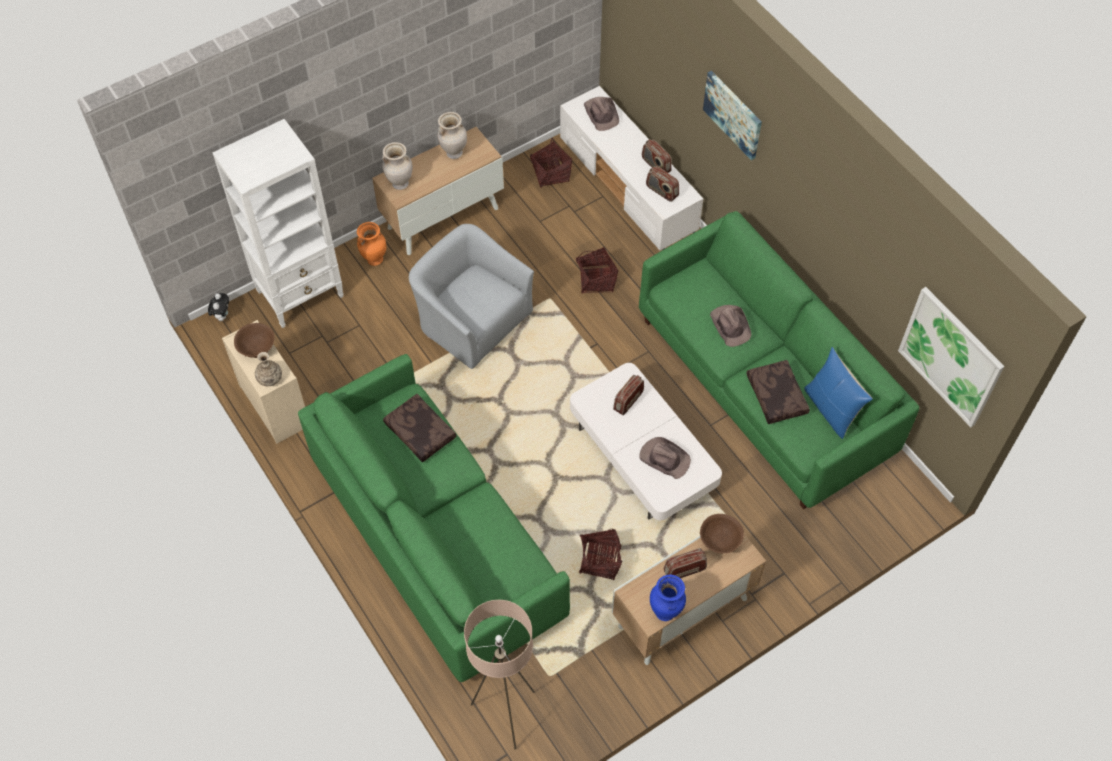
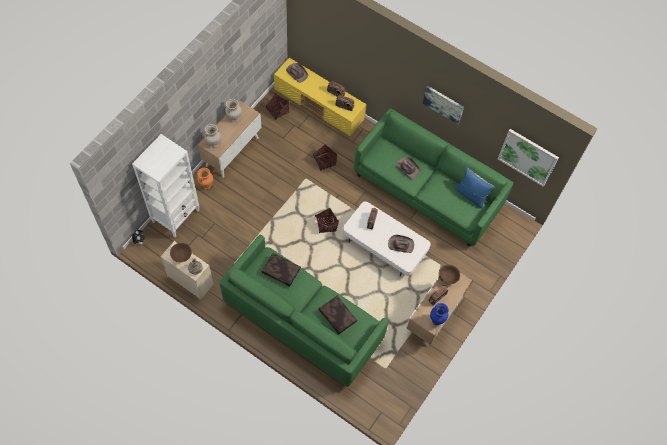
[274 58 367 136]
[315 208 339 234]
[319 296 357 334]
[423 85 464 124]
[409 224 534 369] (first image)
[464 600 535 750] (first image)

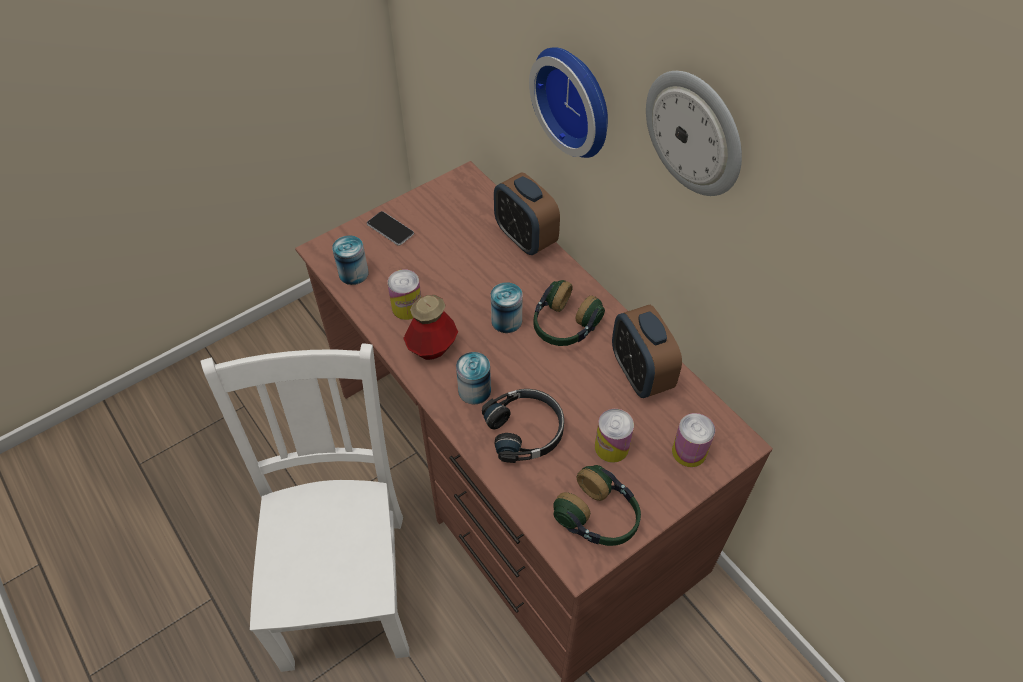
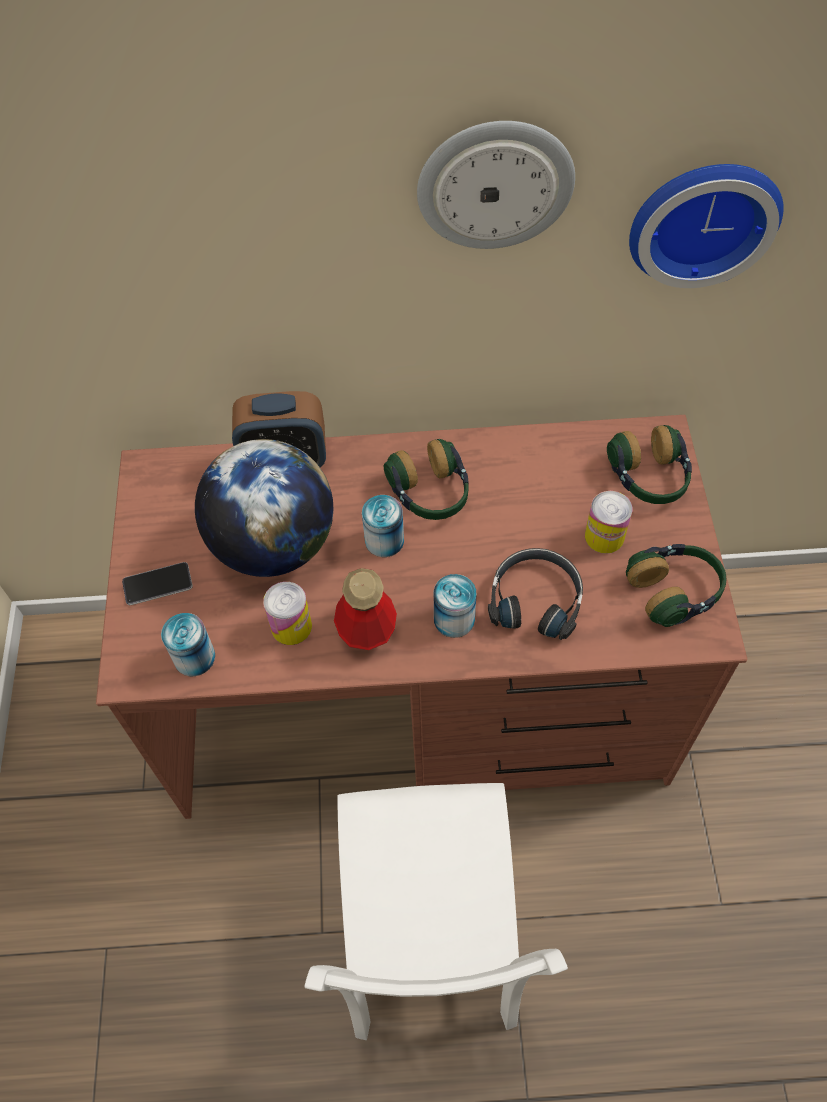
[195 439 333 577]
[304 783 568 1040]
[607 425 692 504]
[629 164 784 288]
[612 305 682 398] (first image)

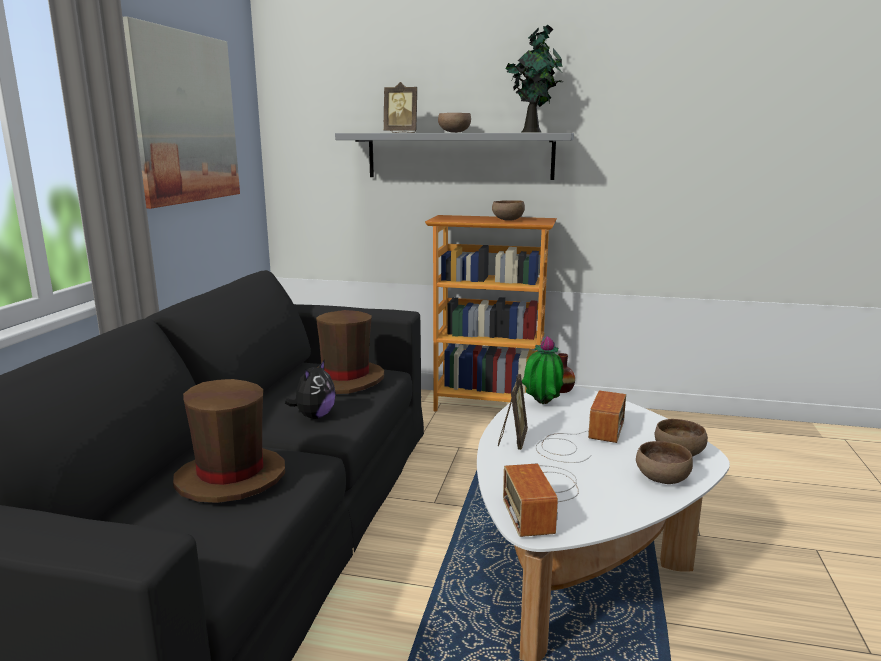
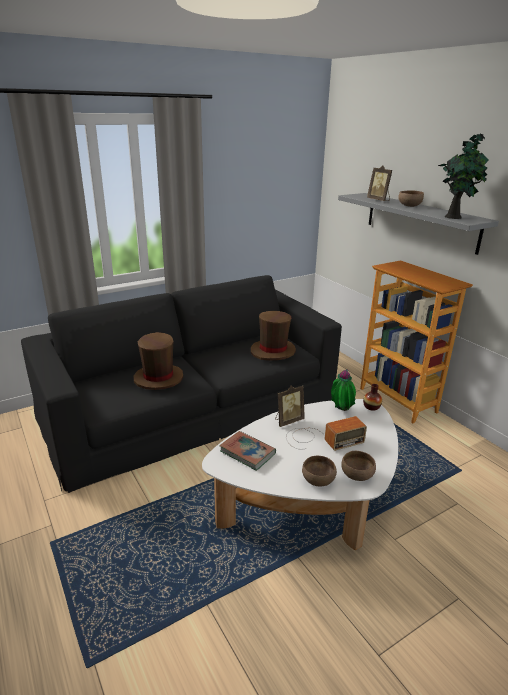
[219 431 276 471]
[123 16 240 209] (first image)
[285 359 336 419] (first image)
[492 200 525 221] (first image)

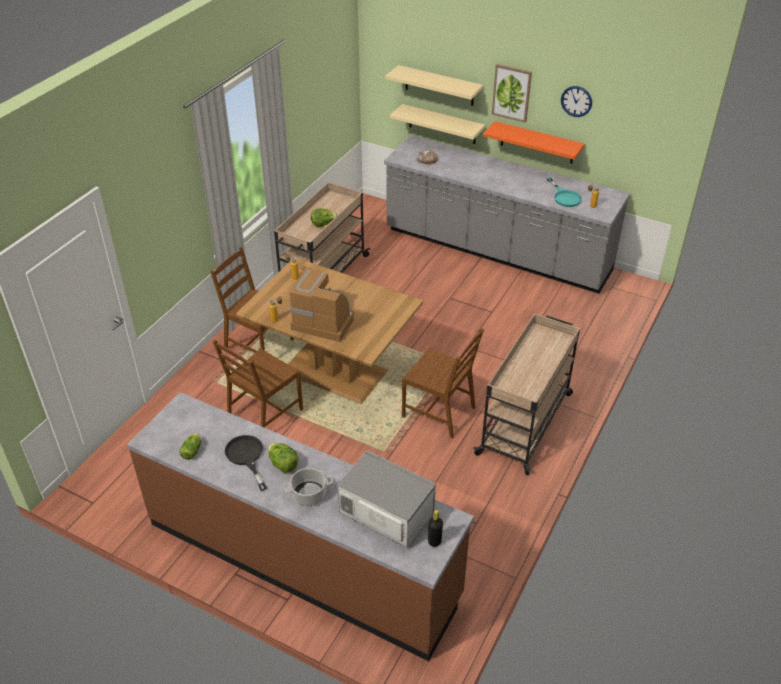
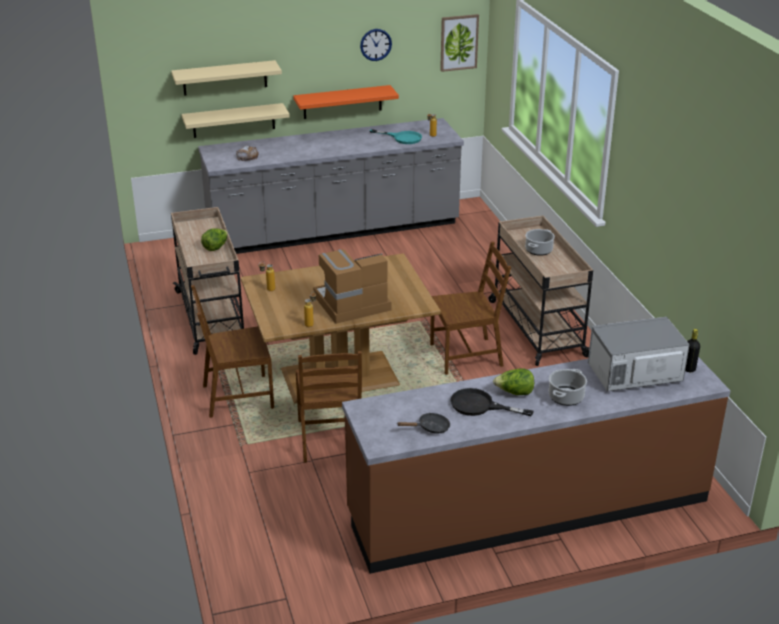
[397 413 450 434]
[440 14 479 72]
[525 229 555 256]

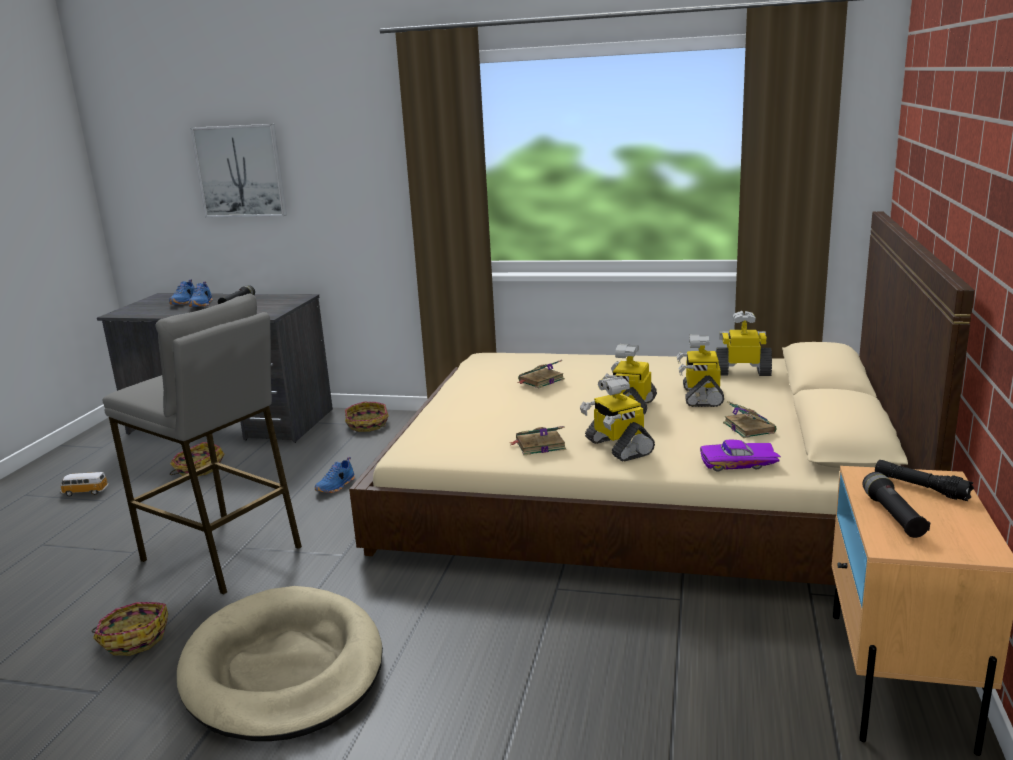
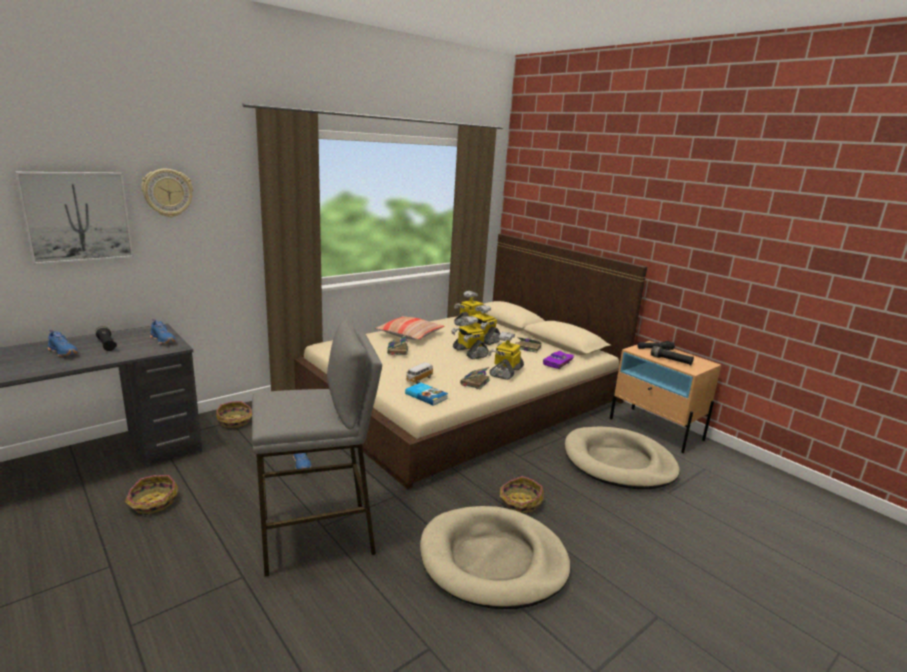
[141 169 193 217]
[150 319 176 344]
[375 316 444 340]
[405 382 448 406]
[406 362 433 384]
[488 332 524 380]
[500 476 544 513]
[564 426 680 489]

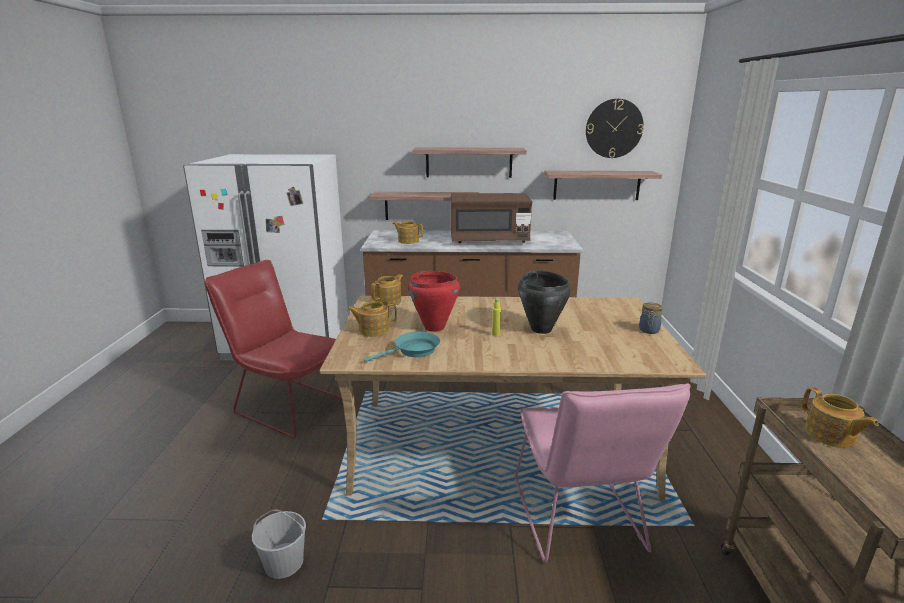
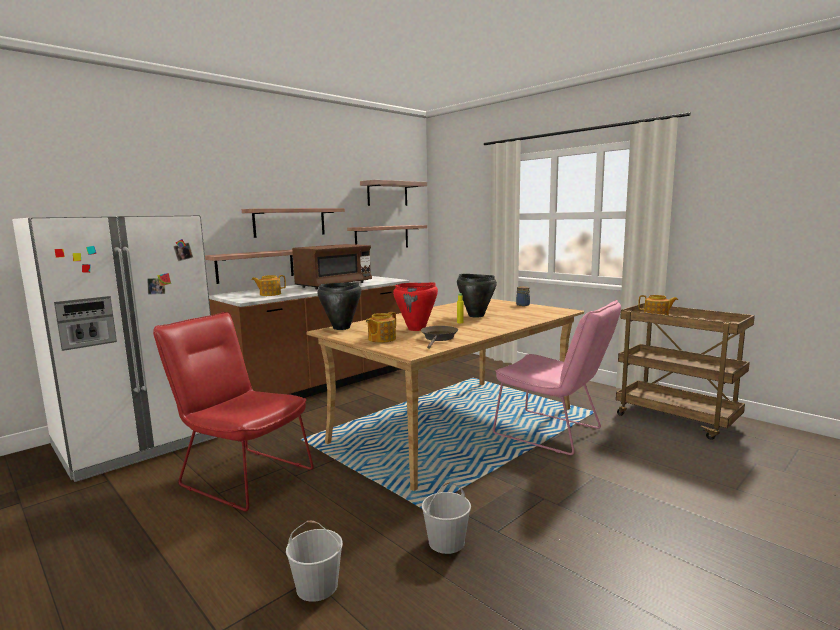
[153 312 314 511]
[286 521 343 602]
[317 282 361 330]
[360 180 427 206]
[421 326 458 349]

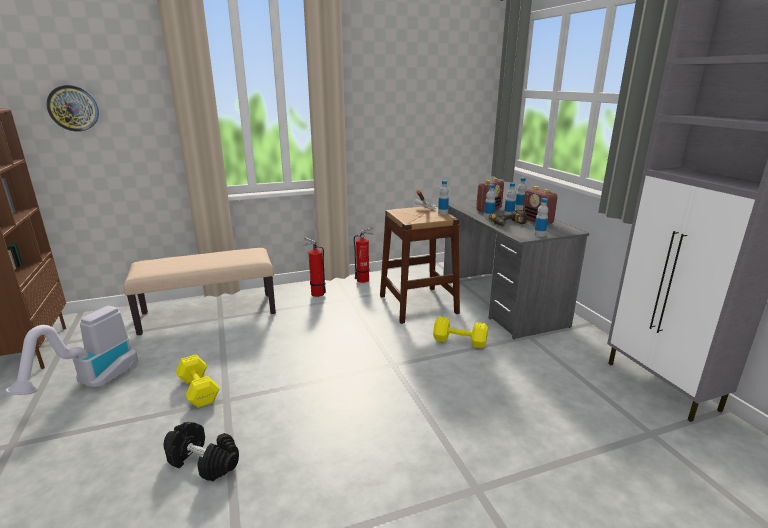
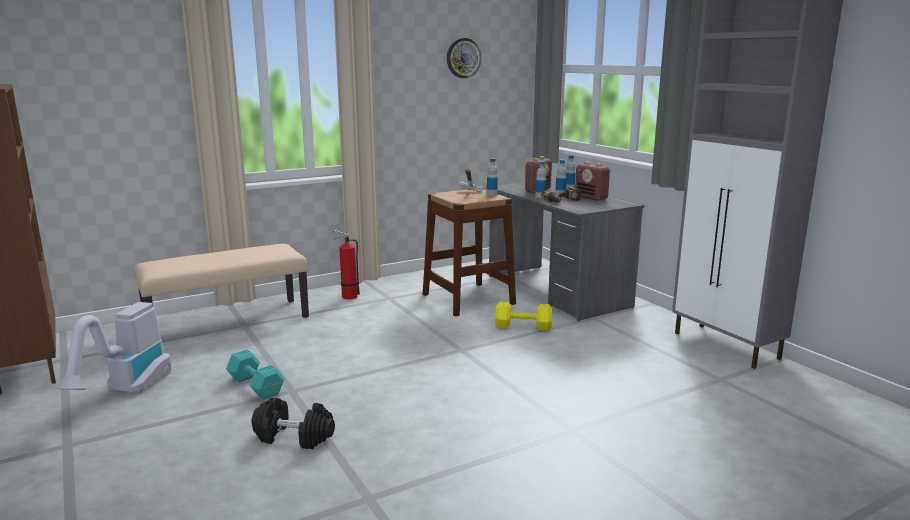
[226 349 285 399]
[447 38 481 78]
[354 227 374 283] (first image)
[534 198 548 237] (first image)

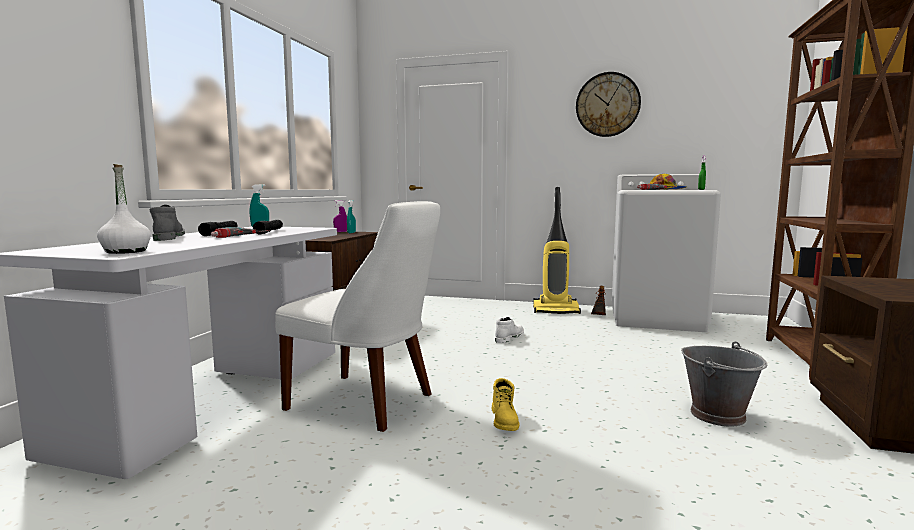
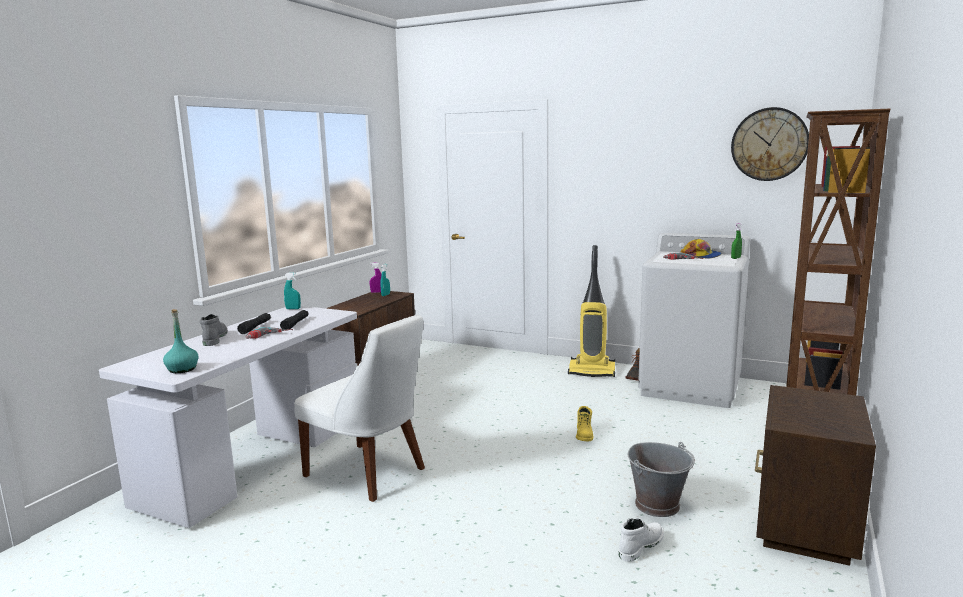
[163 309 199 373]
[576 406 594 442]
[619 518 664 562]
[731 107 809 181]

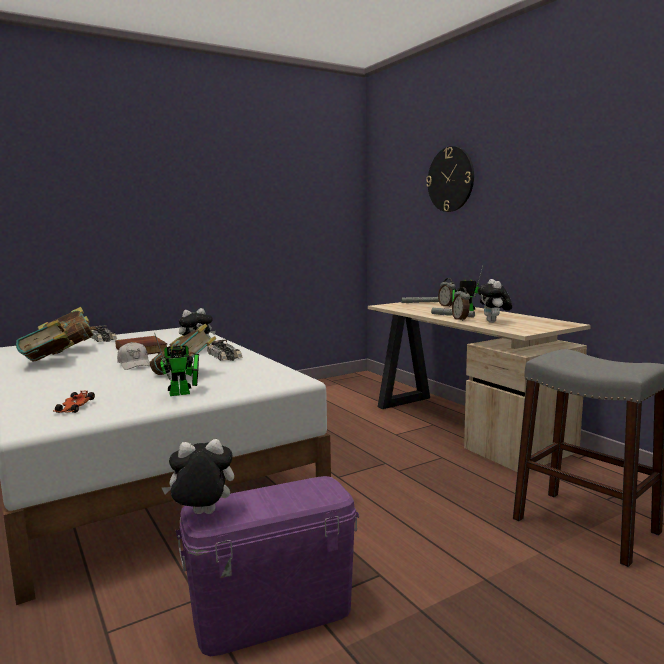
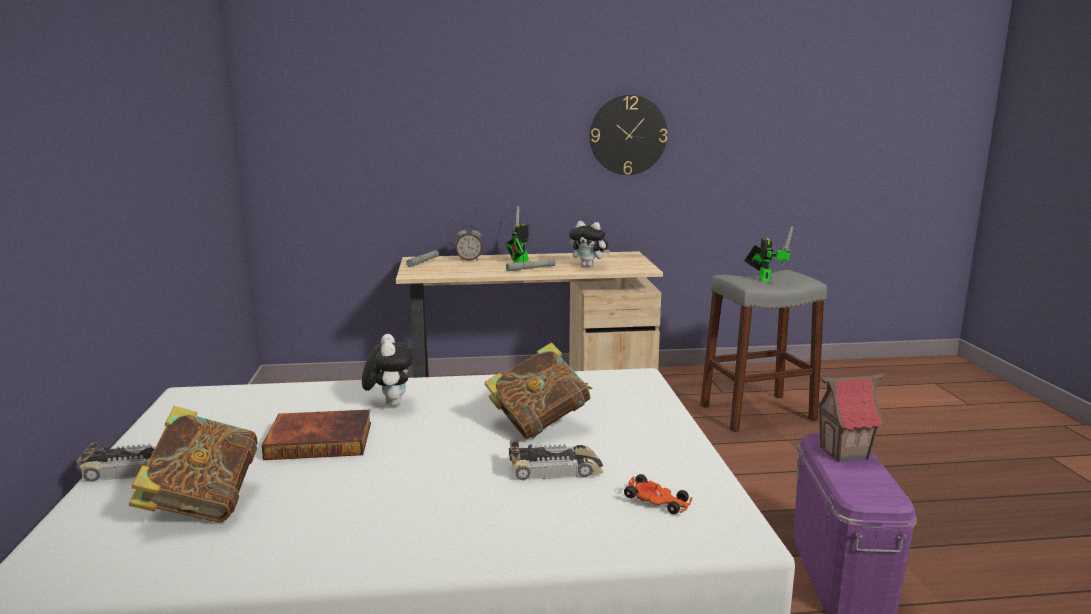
[509 441 603 480]
[590 95 667 175]
[744 226 794 282]
[814 373 885 462]
[16 320 74 361] (first image)
[117 342 150 370] (first image)
[162 439 234 514] (first image)
[452 287 470 321] (first image)

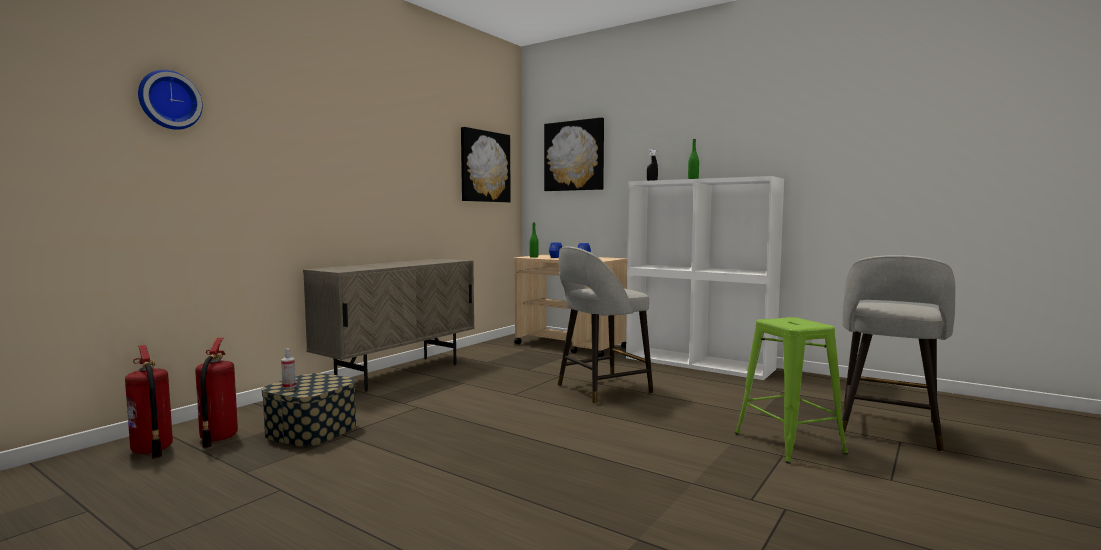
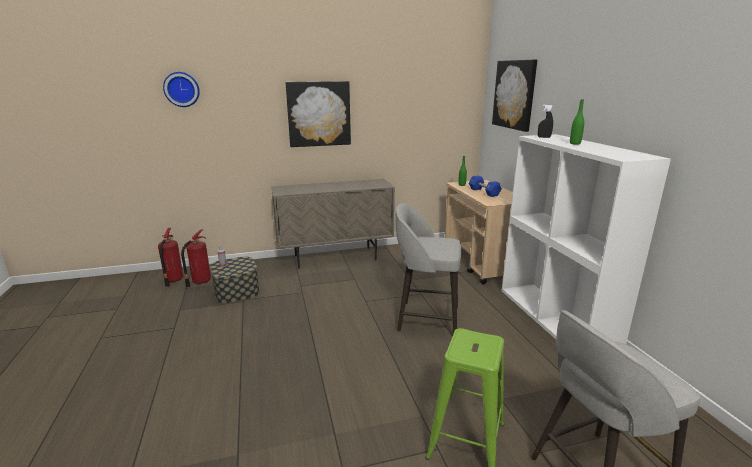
[286 81 351 147]

